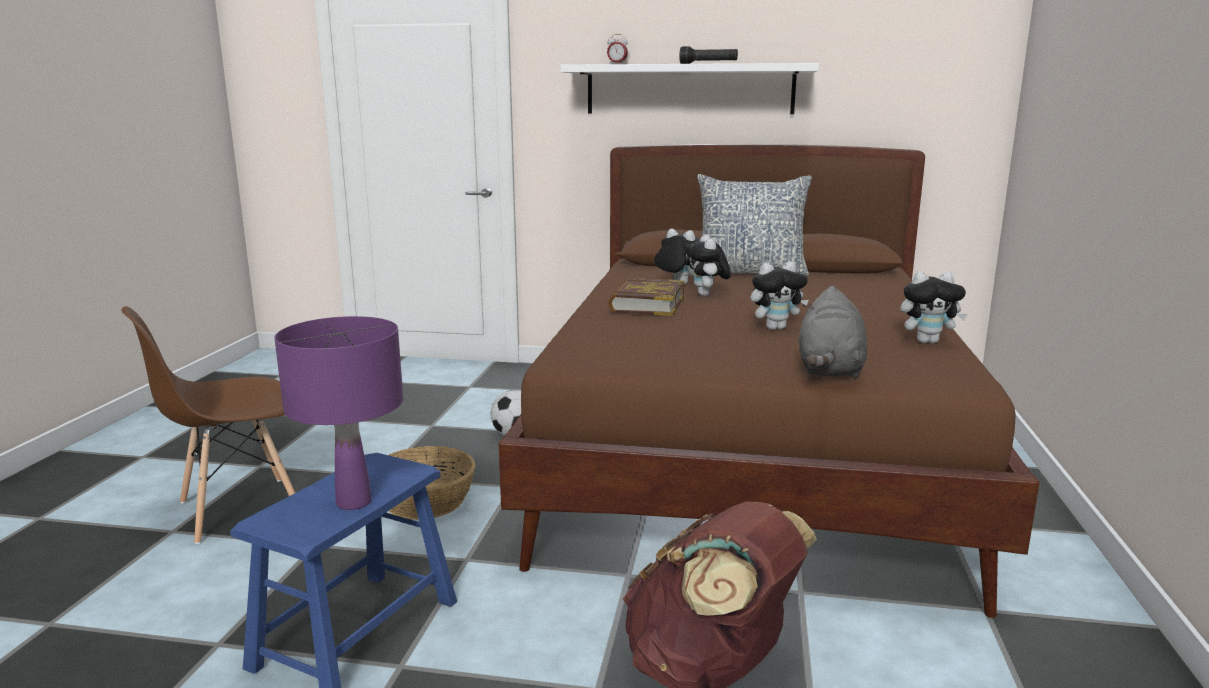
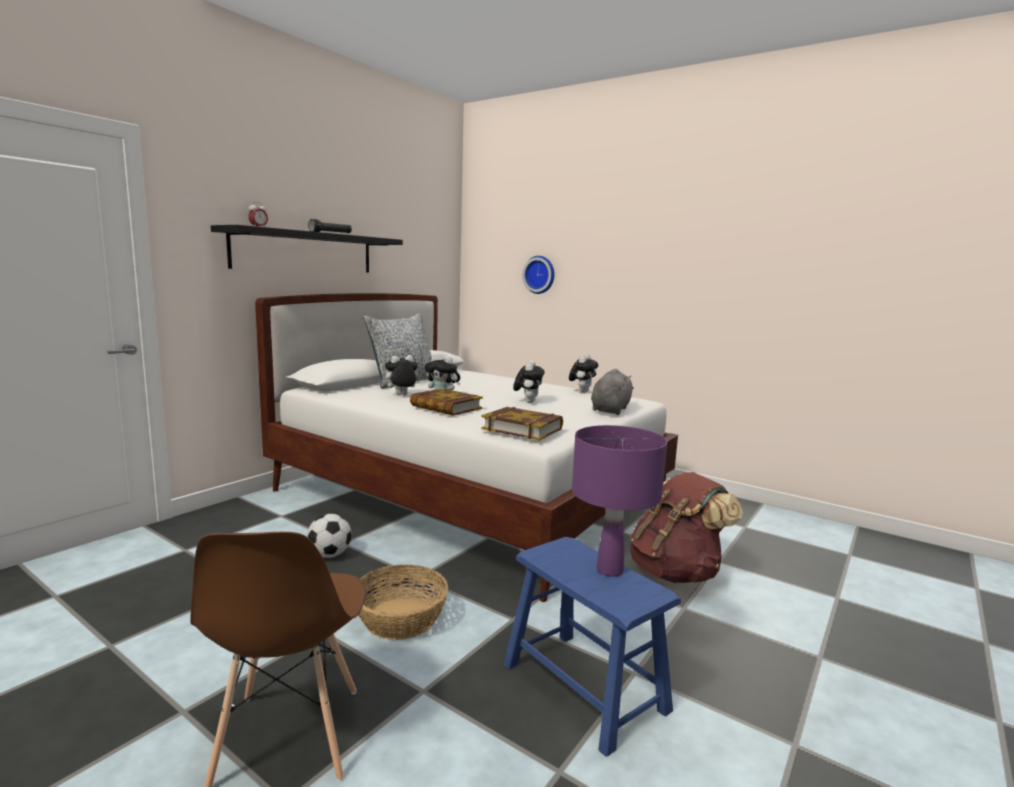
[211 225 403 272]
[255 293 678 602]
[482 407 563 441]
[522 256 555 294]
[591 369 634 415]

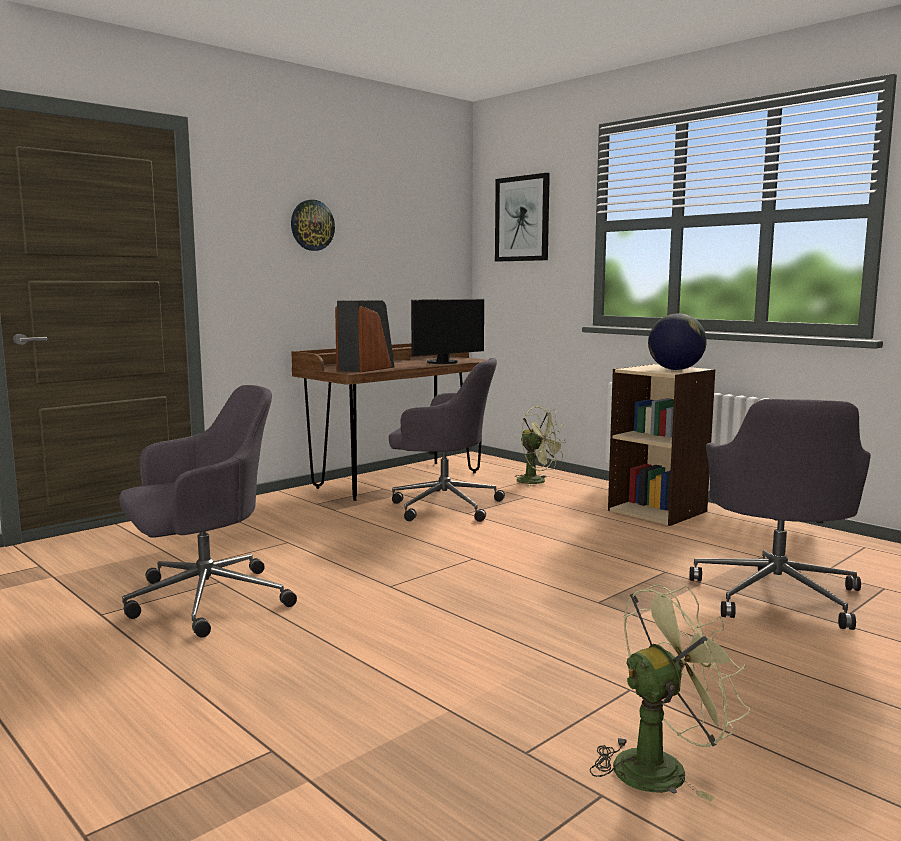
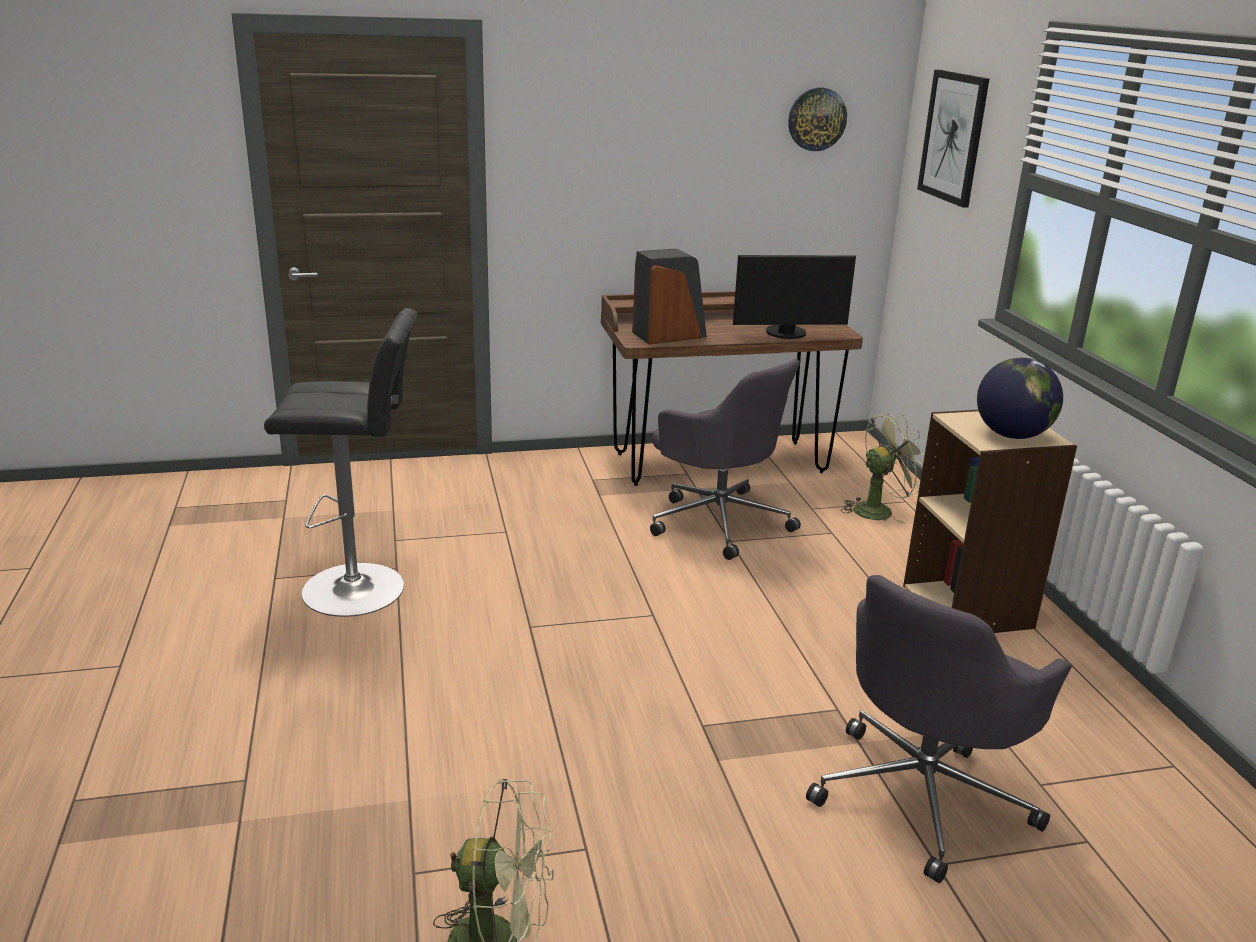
[264 308 417 617]
[788 88 847 151]
[841 413 924 524]

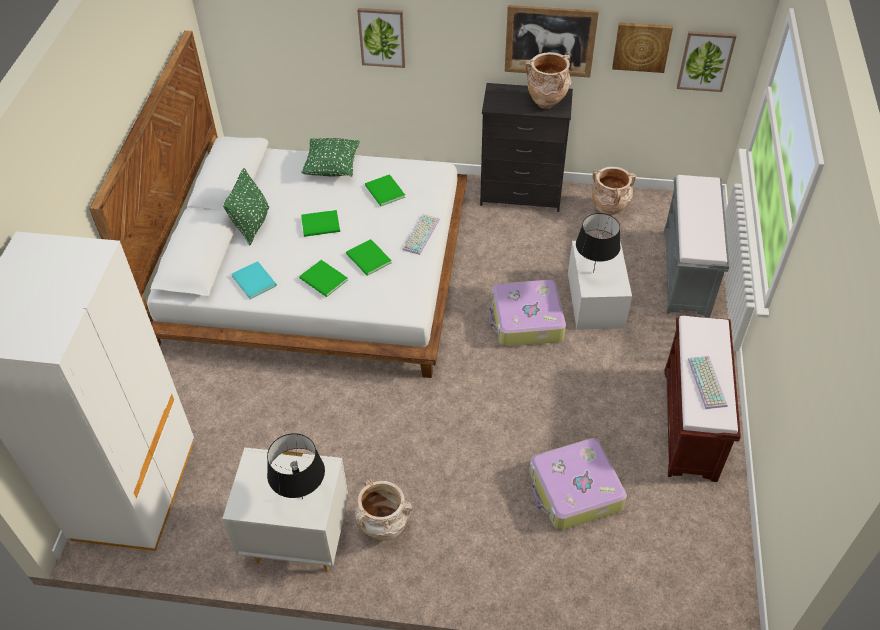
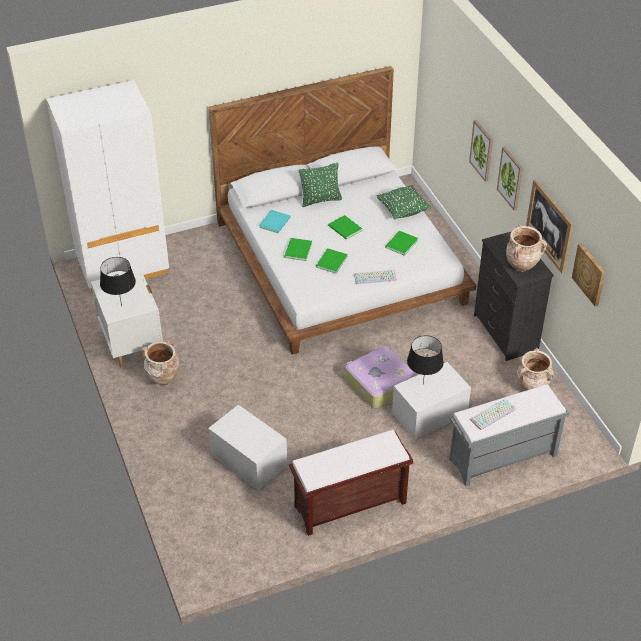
[208 405 287 490]
[470 398 516 430]
[497 147 523 211]

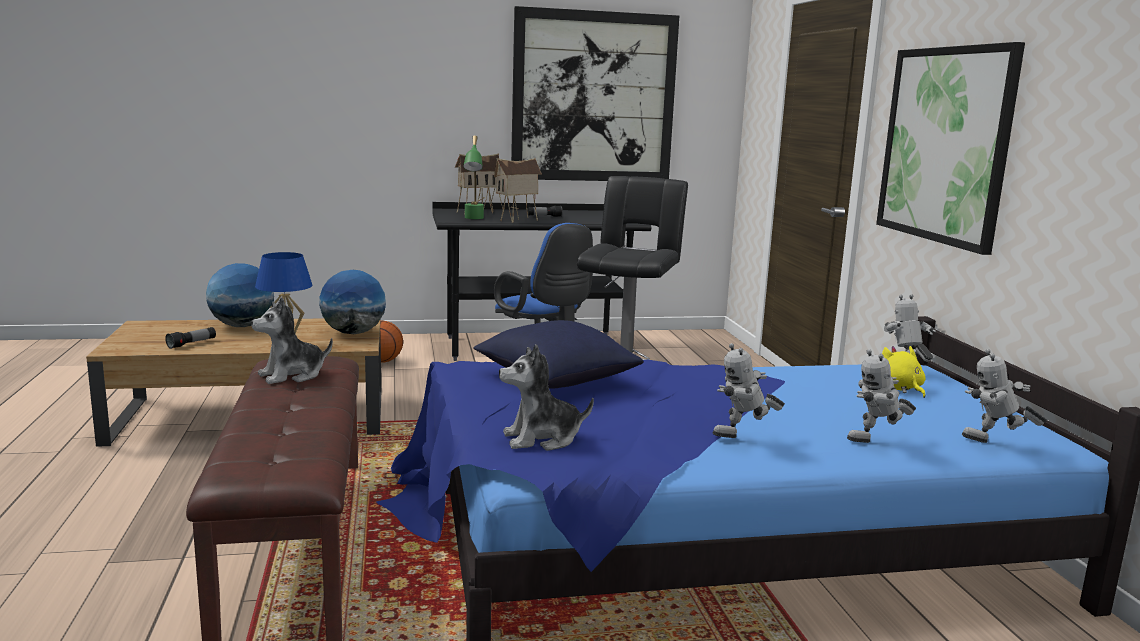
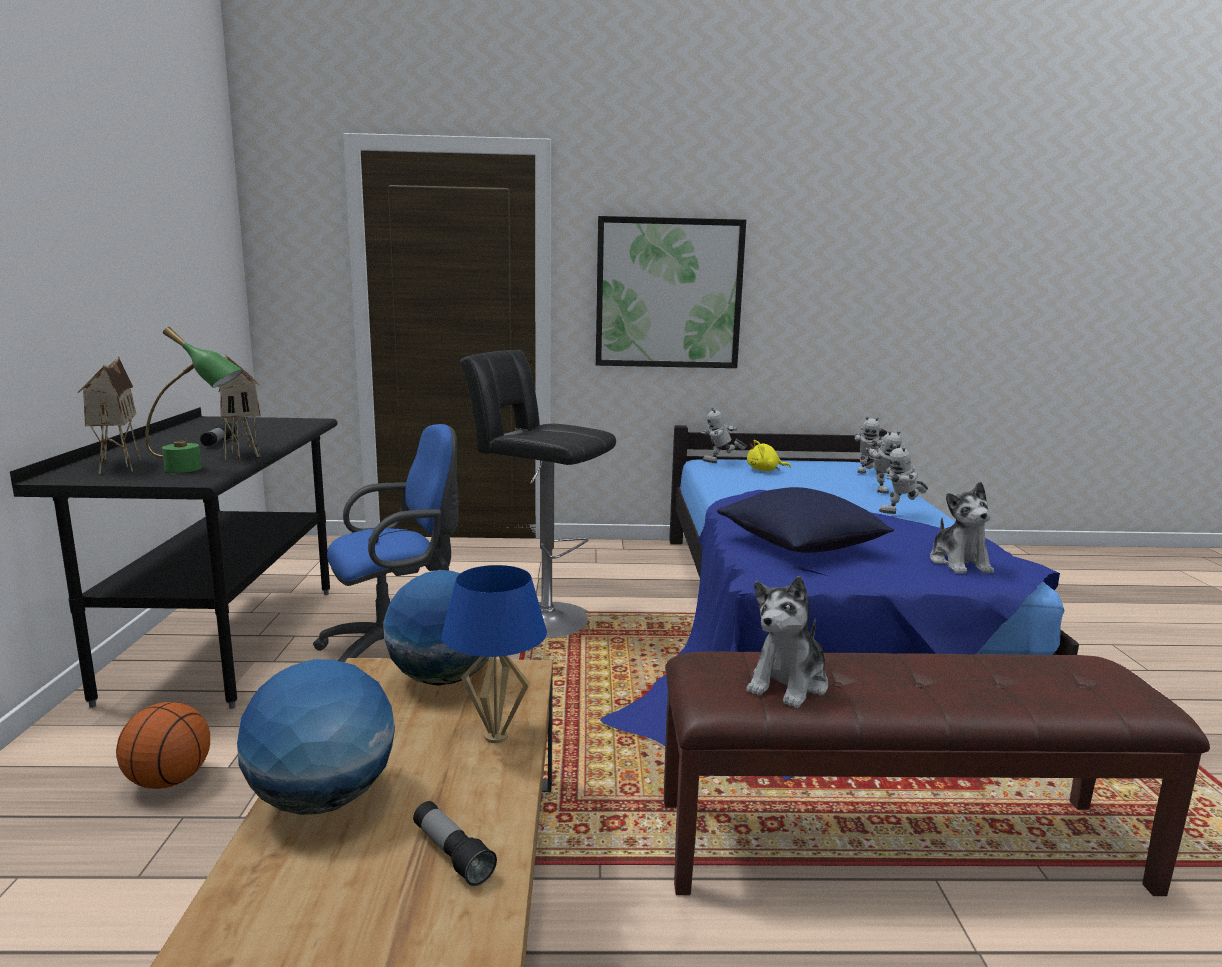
[746 576 828 708]
[879 444 928 514]
[511 6 679 181] (first image)

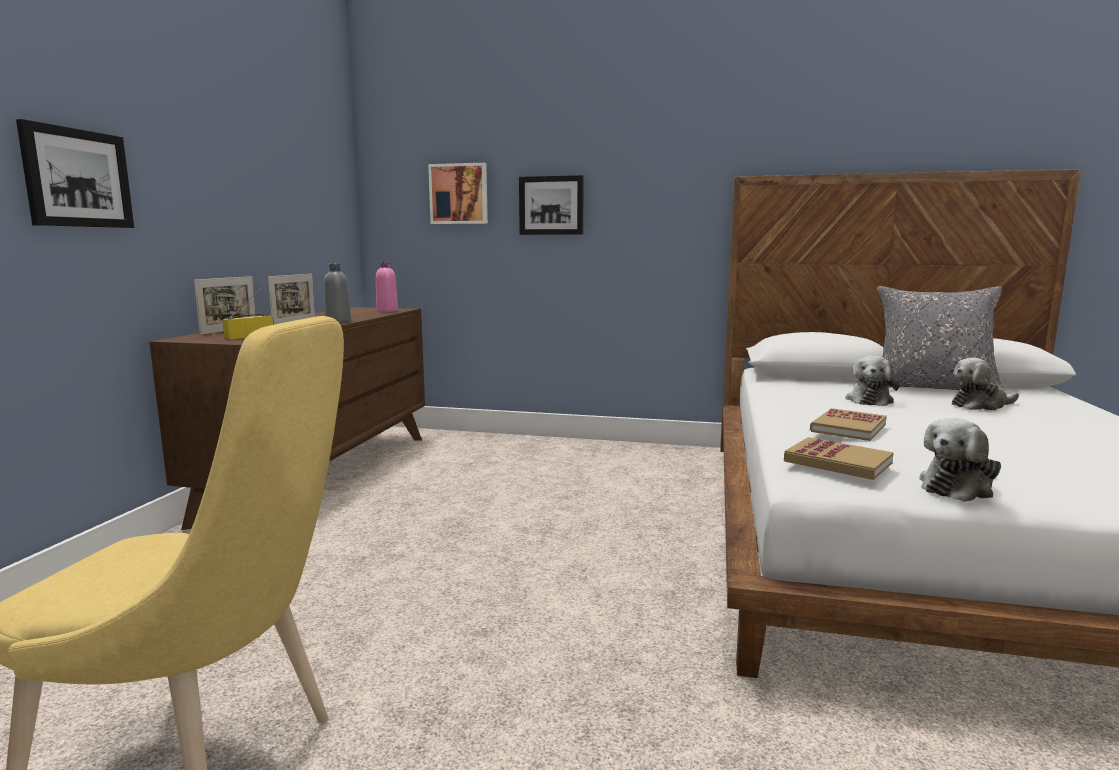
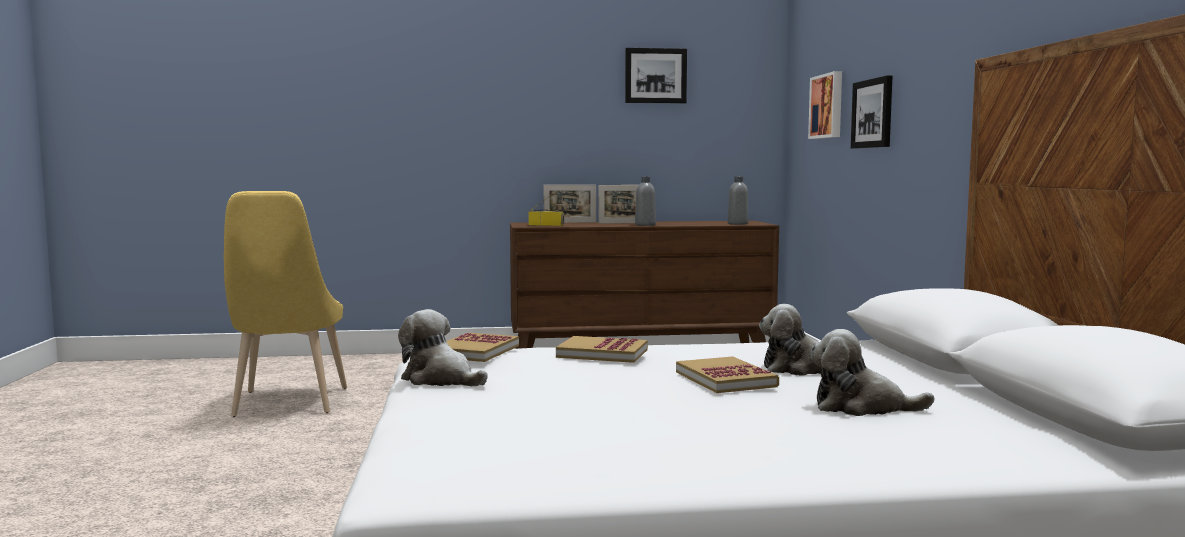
[625 48 687 104]
[676 356 779 393]
[728 176 748 225]
[810 329 934 416]
[877 286 1002 390] (first image)

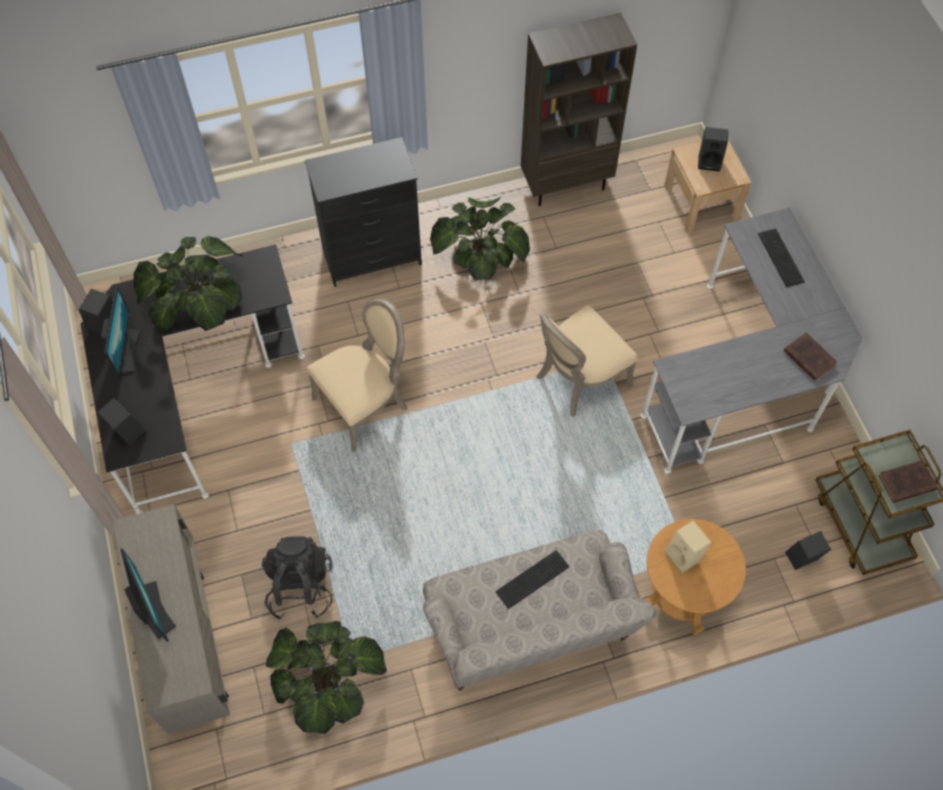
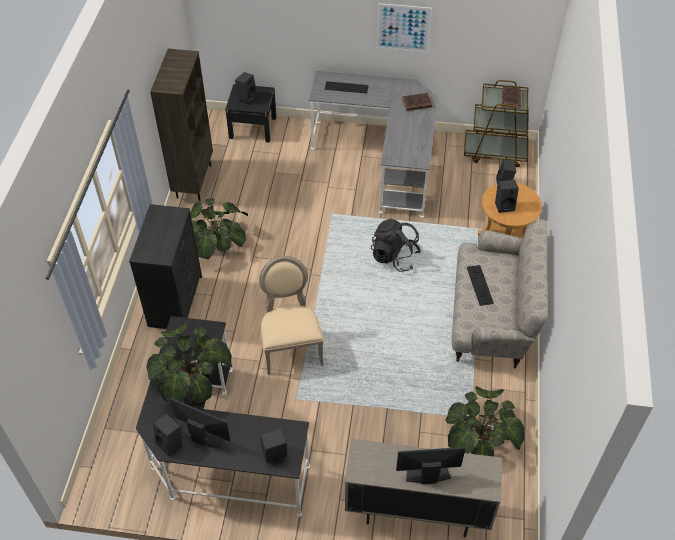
[225 84 276 143]
[371 219 421 272]
[376 3 432 52]
[495 179 519 213]
[536 305 638 417] (first image)

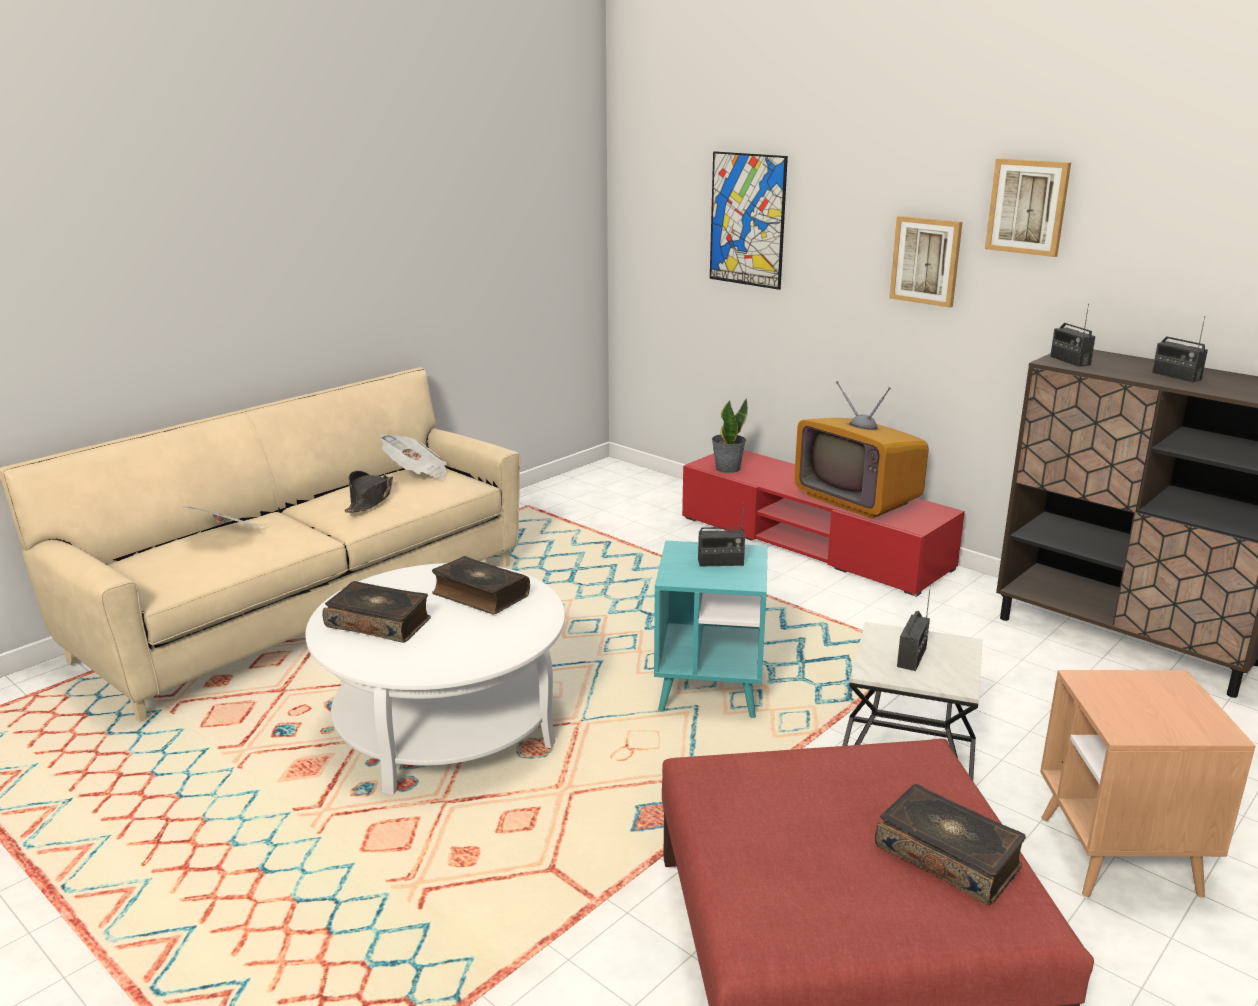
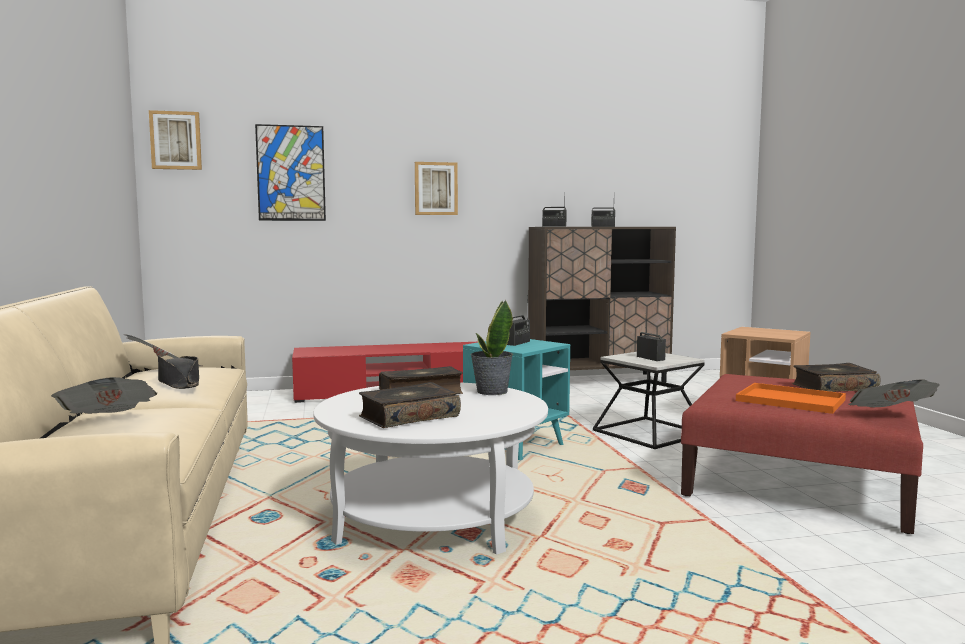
[149 110 202 170]
[470 300 513 395]
[736 383 846 414]
[848 379 940 407]
[794 381 929 519] (first image)

